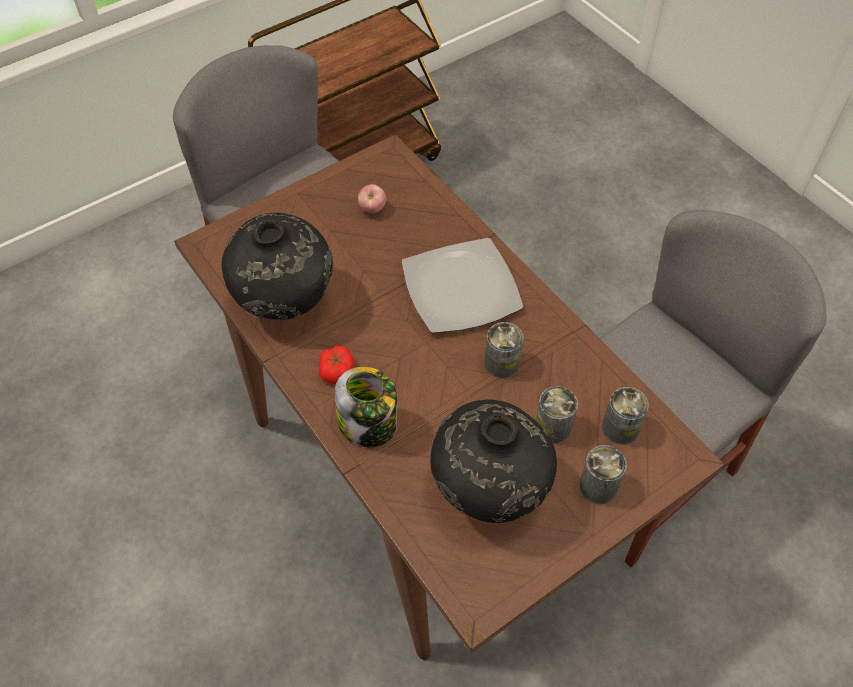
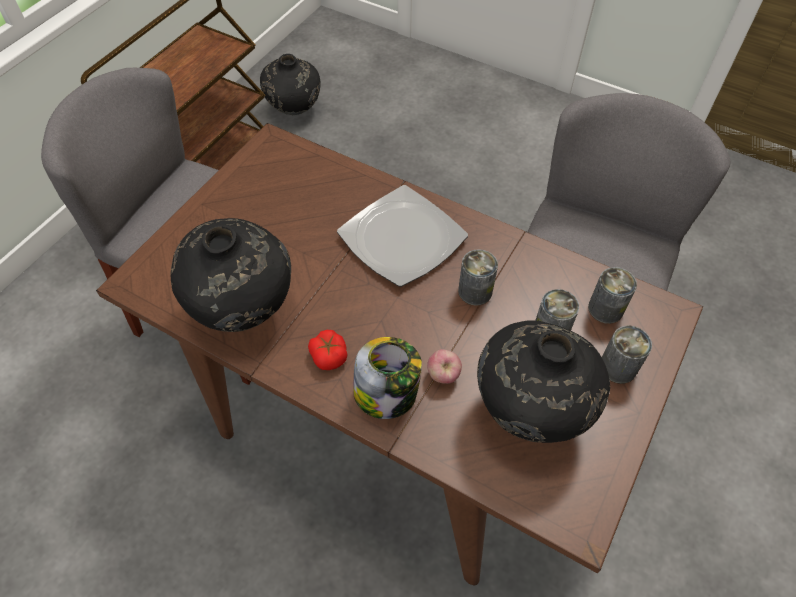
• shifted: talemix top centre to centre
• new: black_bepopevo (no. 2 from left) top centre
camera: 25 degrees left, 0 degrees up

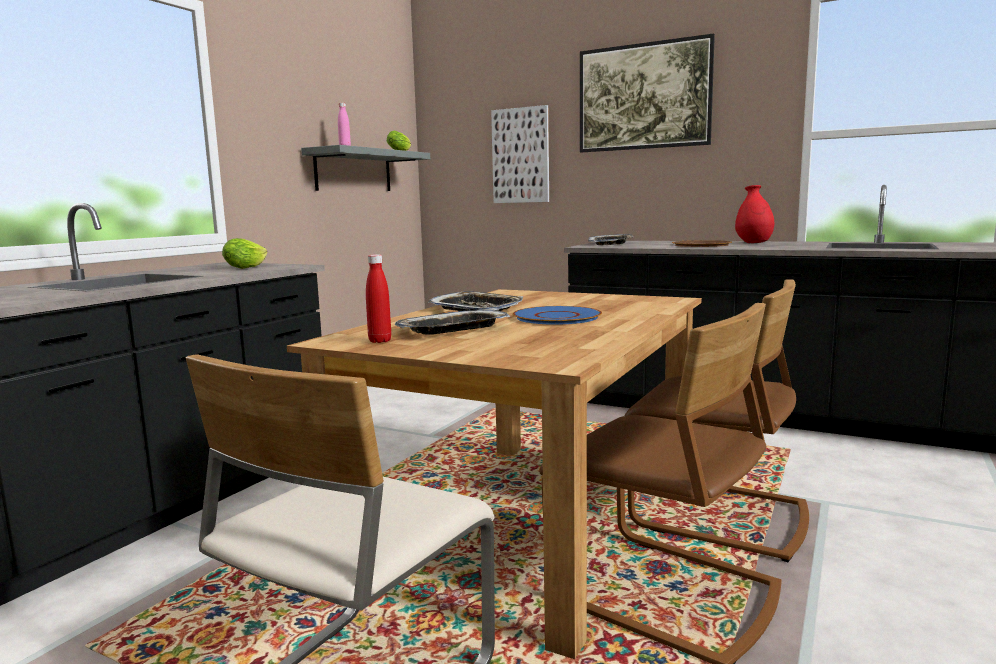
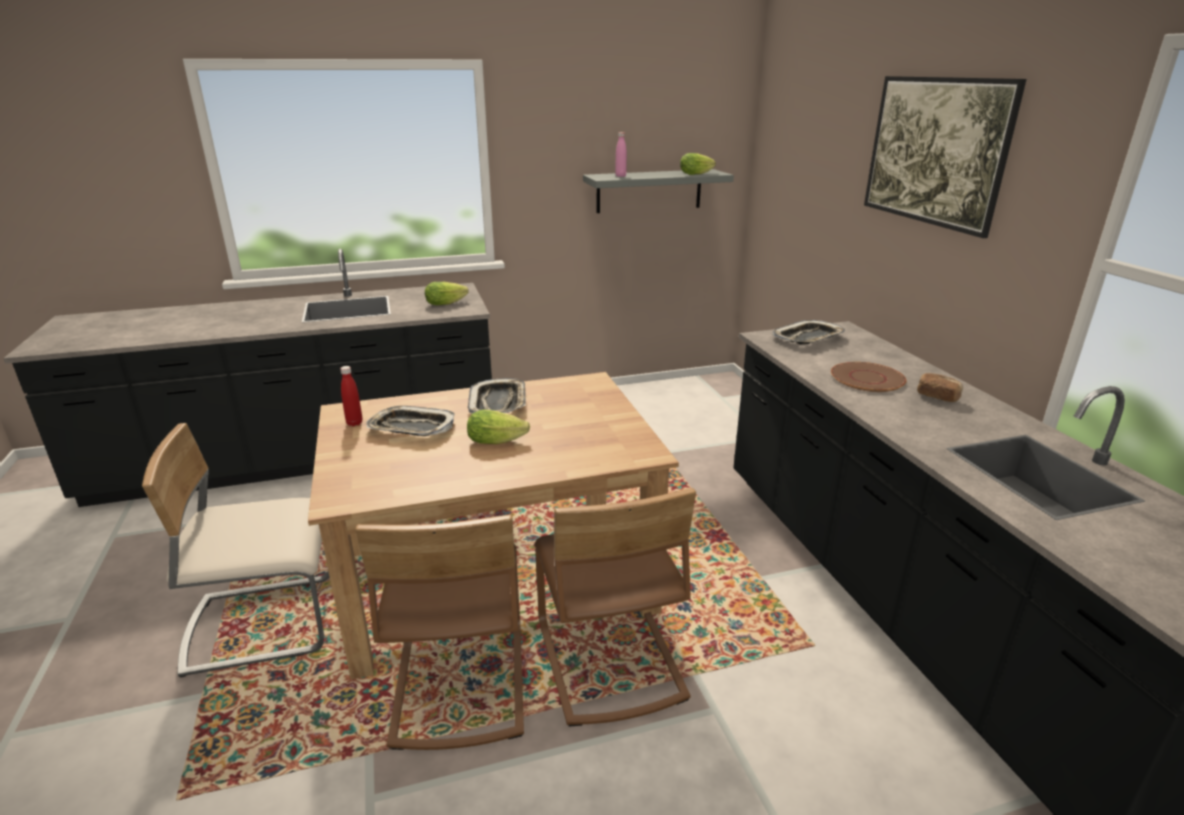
• gone: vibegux (no. 1 from left) top centre
• swapped: red_bepopevo top right to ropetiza middle right
• swapped: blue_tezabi centre to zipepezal (no. 2 from left) centre
camera: 45 degrees right, 15 degrees up

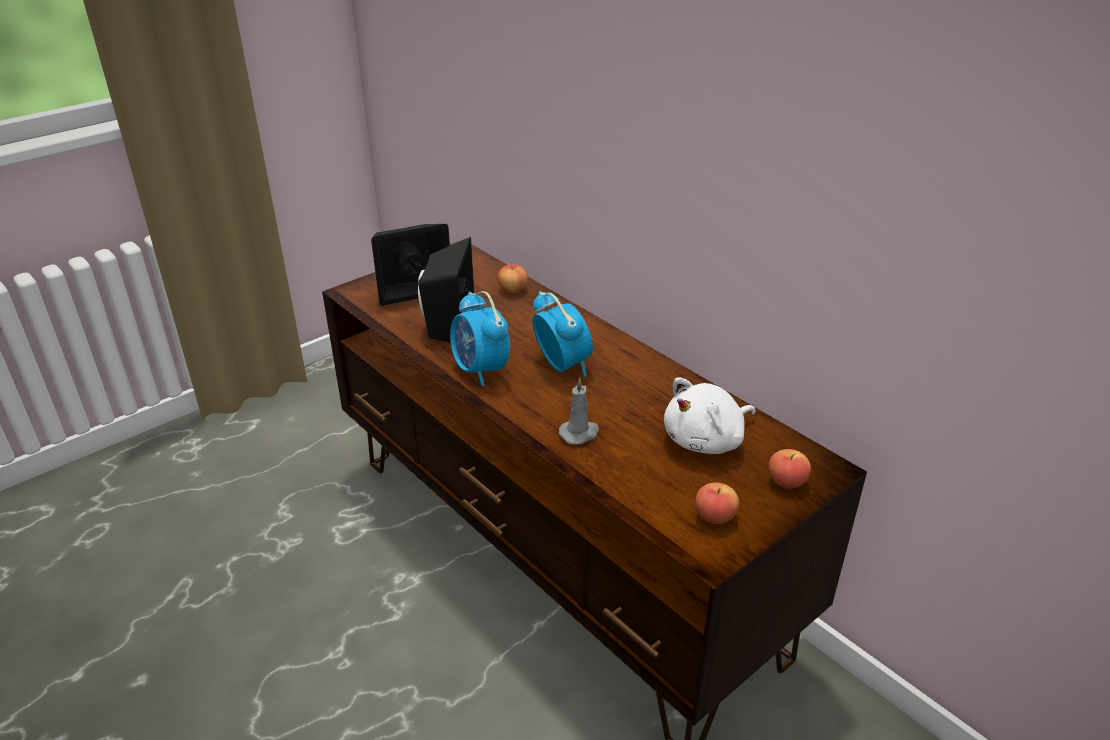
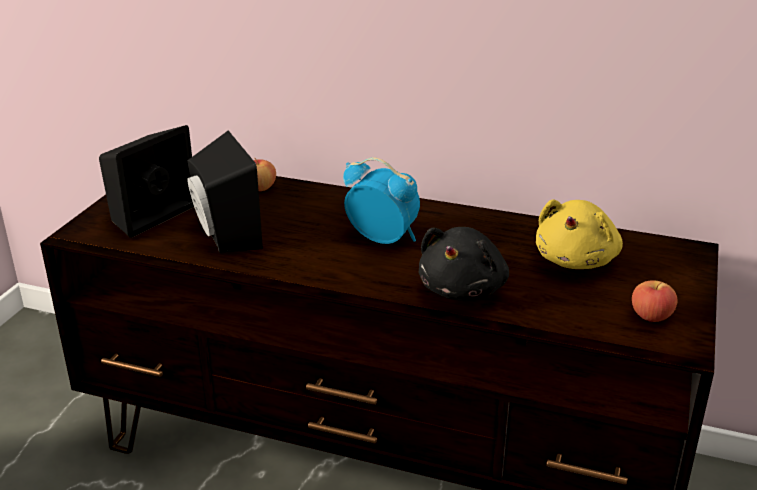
• gone: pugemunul (no. 1 from left) centre
• swapped: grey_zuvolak centre to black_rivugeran centre
• repainted: white_rivugeran centre to yellow_rivugeran middle right
• gone: talemix (no. 3 from left) middle right
camera: 30 degrees left, 5 degrees down

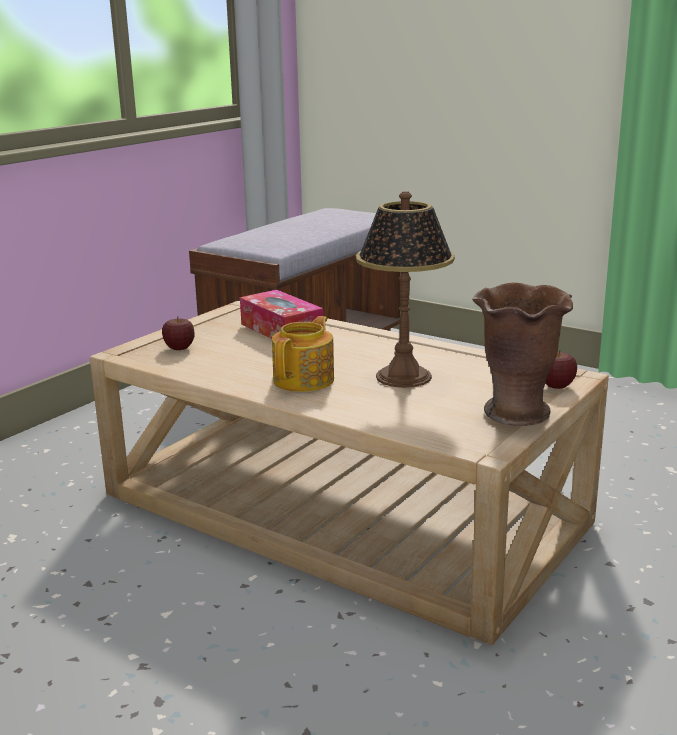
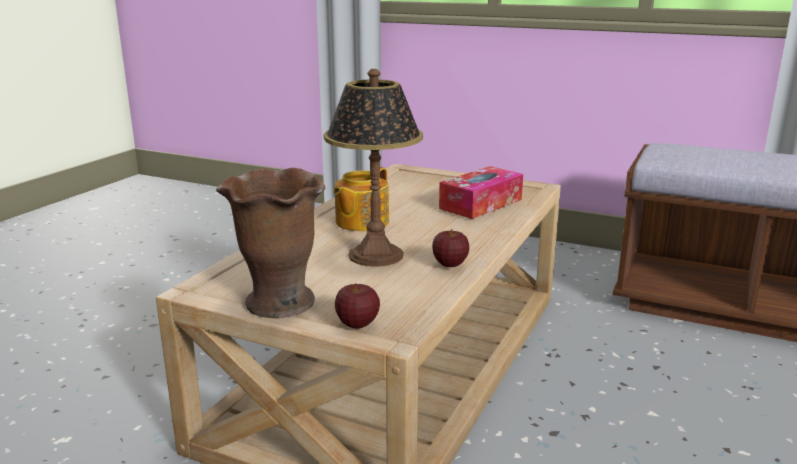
• shifted: talemix (no. 1 from left in the first image) middle left to talemix (no. 2 from left) centre
• rotated: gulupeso centre = centre 105 degrees clockwise
camera: 80 degrees right, 0 degrees up

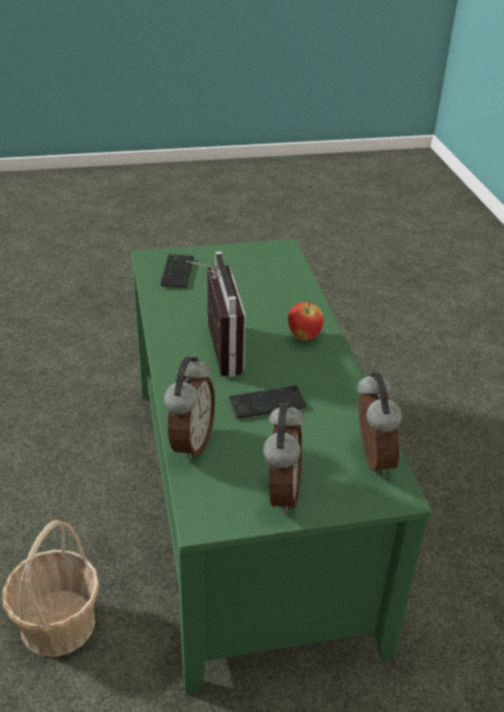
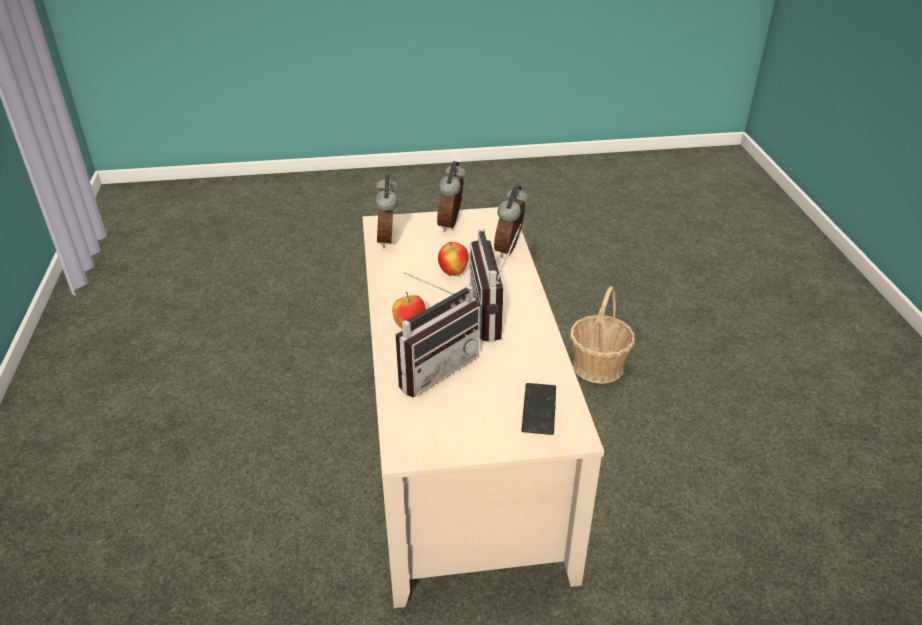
• repainted: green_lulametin centre to beige_lulametin centre
• swapped: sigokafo (no. 2 from left) centre to talemix (no. 2 from left) centre
• new: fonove (no. 1 from left) centre
camera: 175 degrees left, 0 degrees up

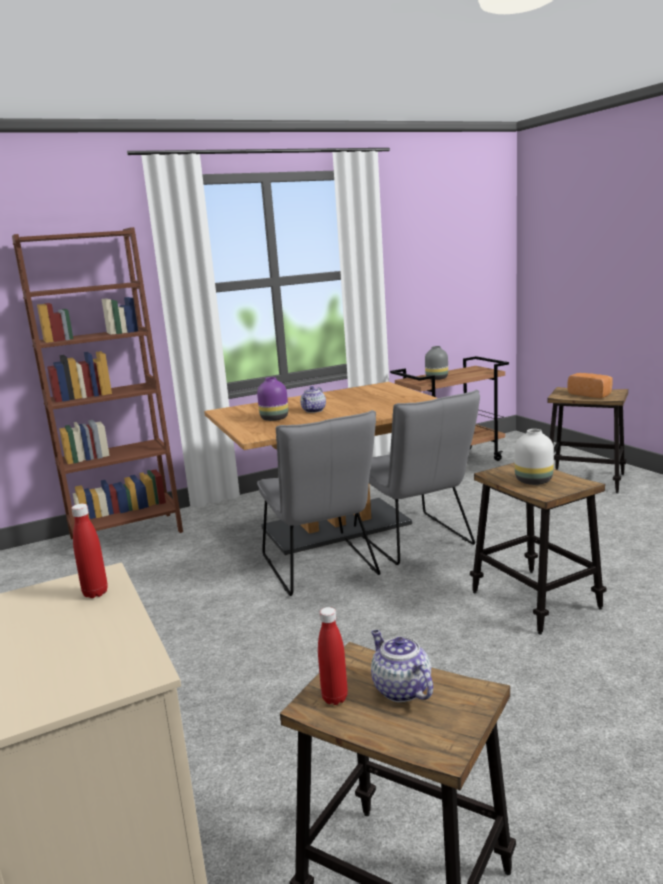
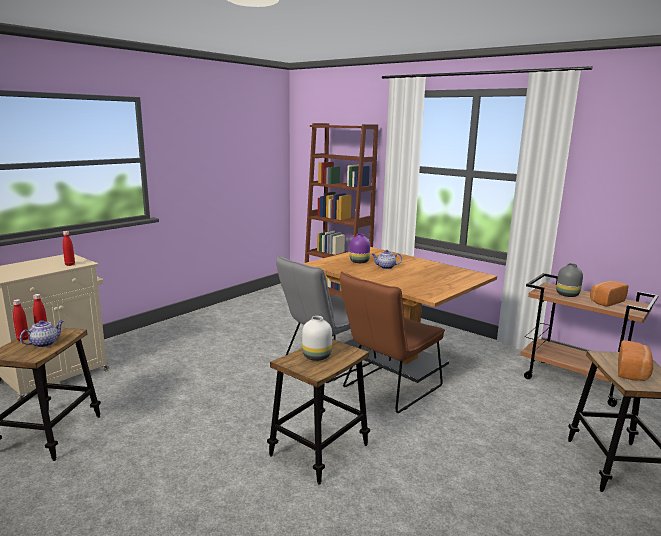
• repainted: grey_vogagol (no. 2 from left) centre to brown_vogagol centre
• new: ropetiza (no. 1 from left) middle right
• new: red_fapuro (no. 1 from left) middle left
camera: 65 degrees right, 0 degrees up

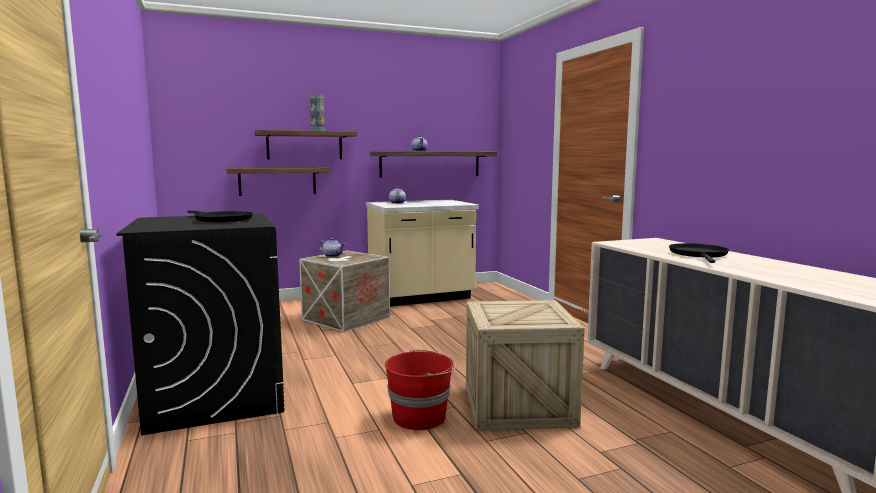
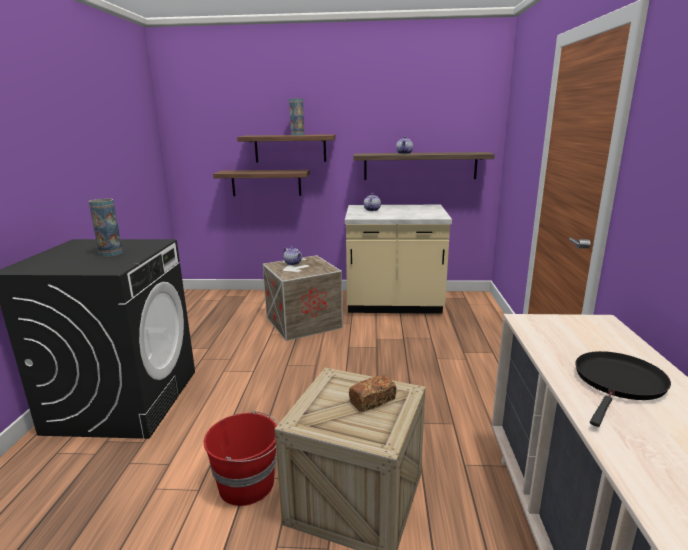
• swapped: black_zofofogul (no. 1 from left) middle left to bepopevo (no. 1 from left) middle left
• new: ropetiza bottom centre
camera: 25 degrees right, 10 degrees up

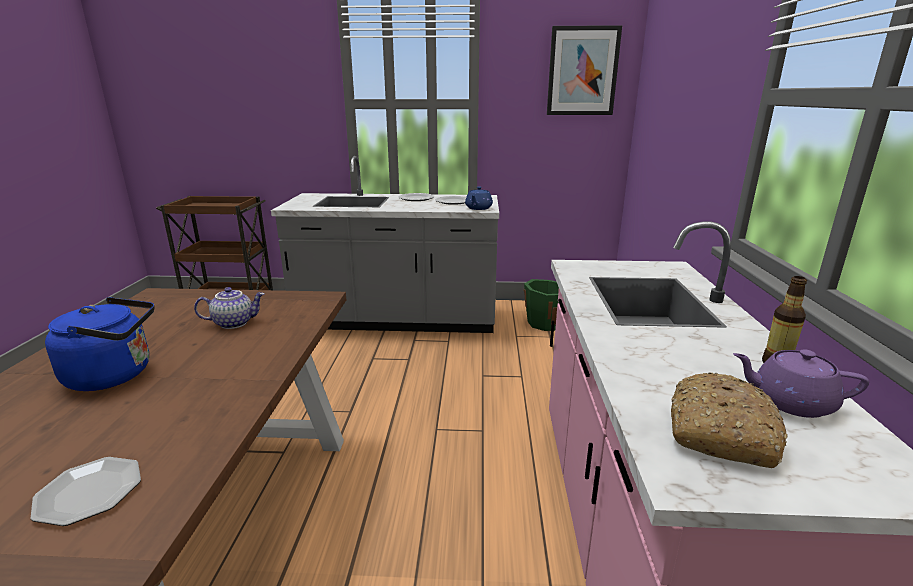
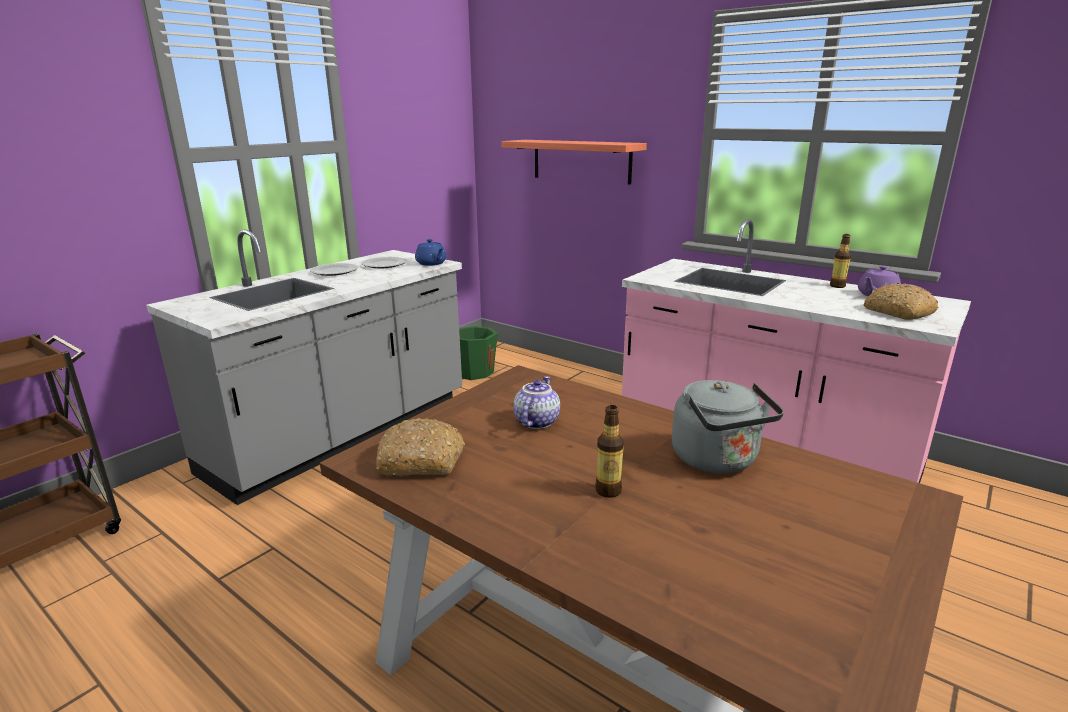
• gone: vibegux top centre
• swapped: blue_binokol middle left to fapuro (no. 1 from left) centre
• gone: tezabi (no. 1 from left) bottom left
• new: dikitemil top centre
• new: grey_binokol middle right
• new: ropetiza (no. 1 from left) centre
camera: 55 degrees left, 0 degrees up

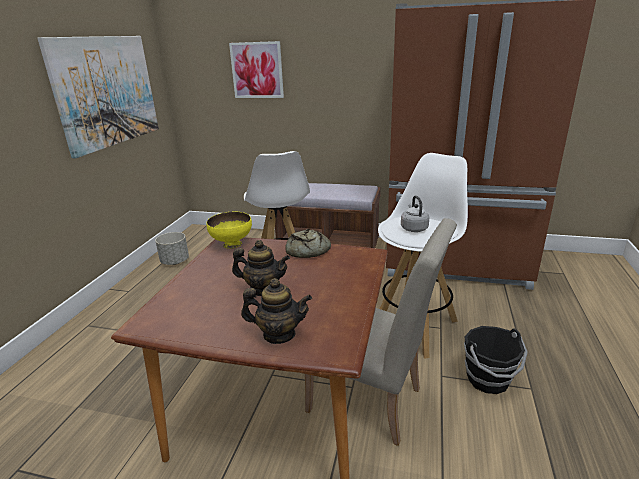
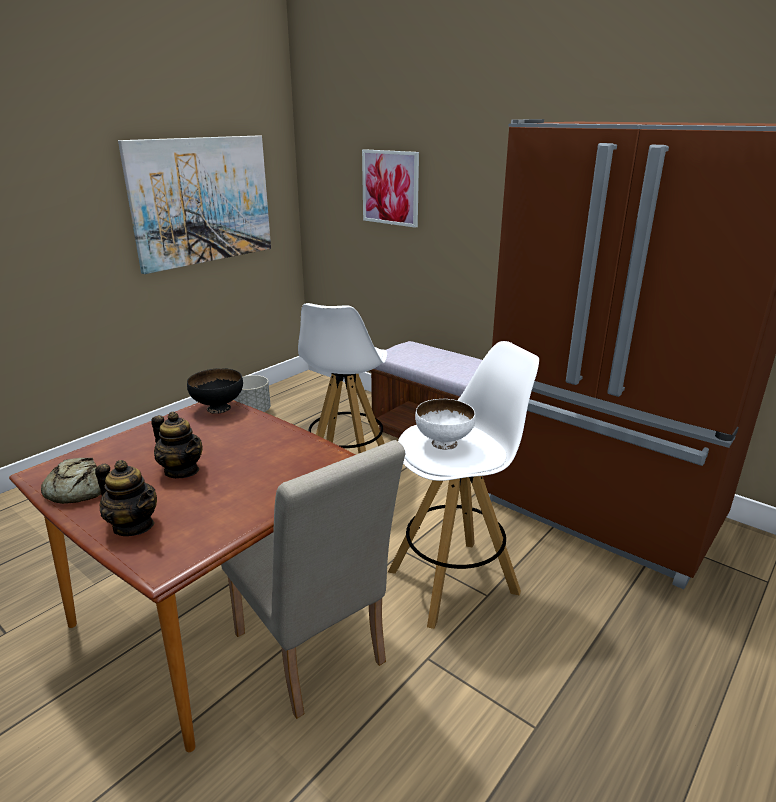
• swapped: grey_binokol centre to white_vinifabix centre
• repainted: yellow_vinifabix centre to black_vinifabix middle left
• shifted: ropetiza centre to middle left
• gone: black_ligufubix bottom right
camera: 25 degrees right, 0 degrees up

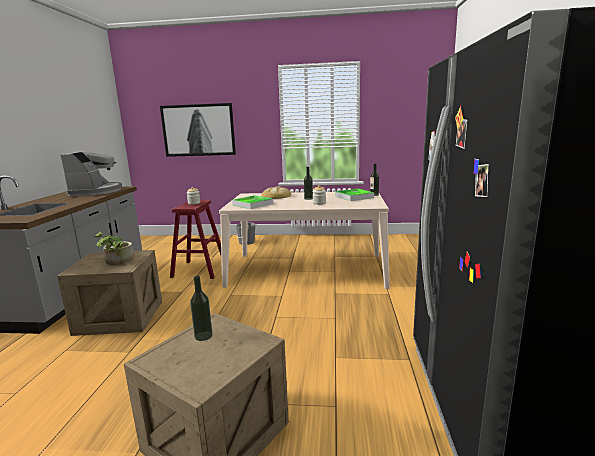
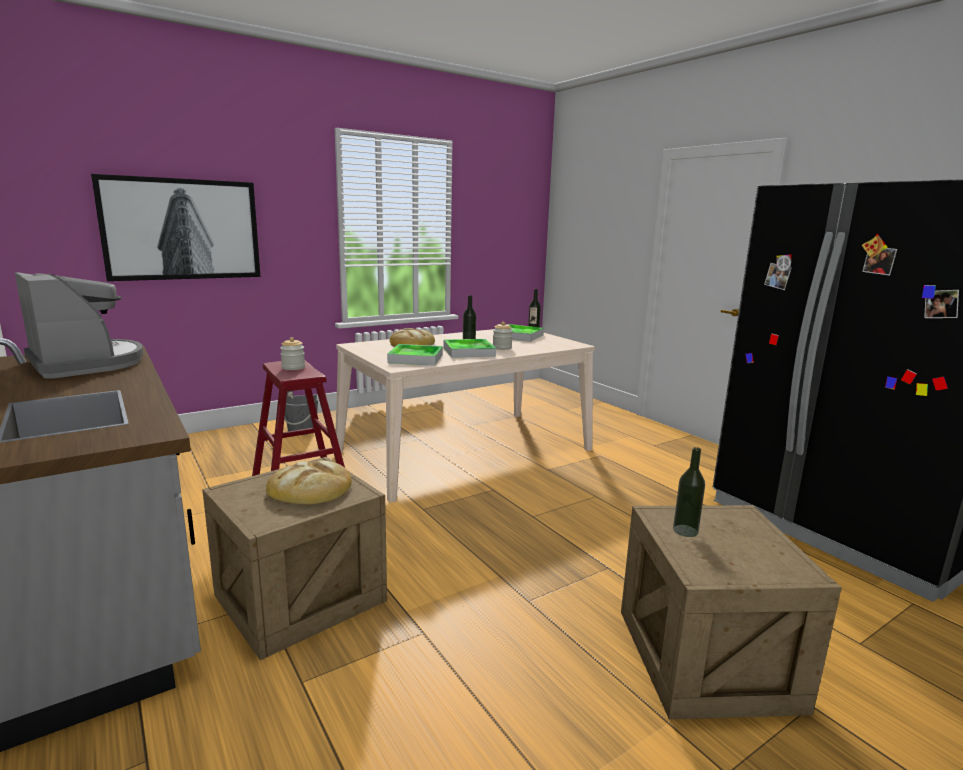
• swapped: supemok middle left to ropetiza (no. 1 from left) middle left
• new: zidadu (no. 2 from left) centre
camera: 40 degrees left, 0 degrees up

